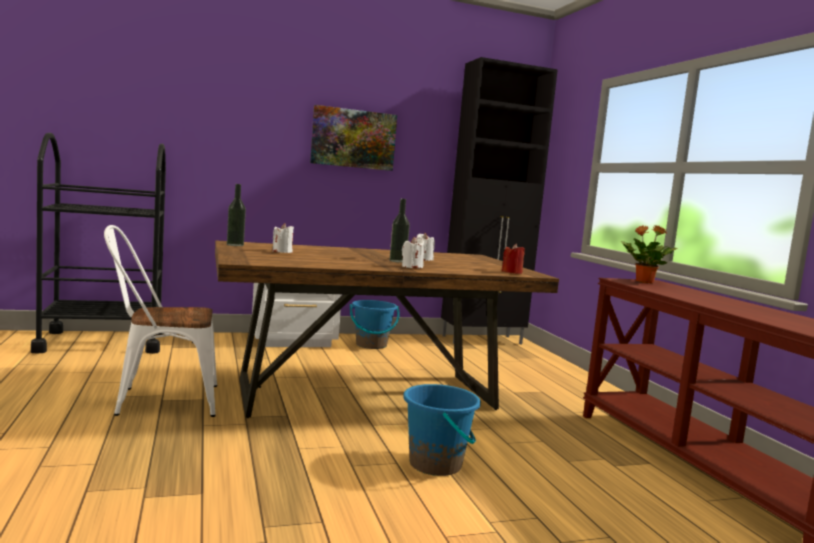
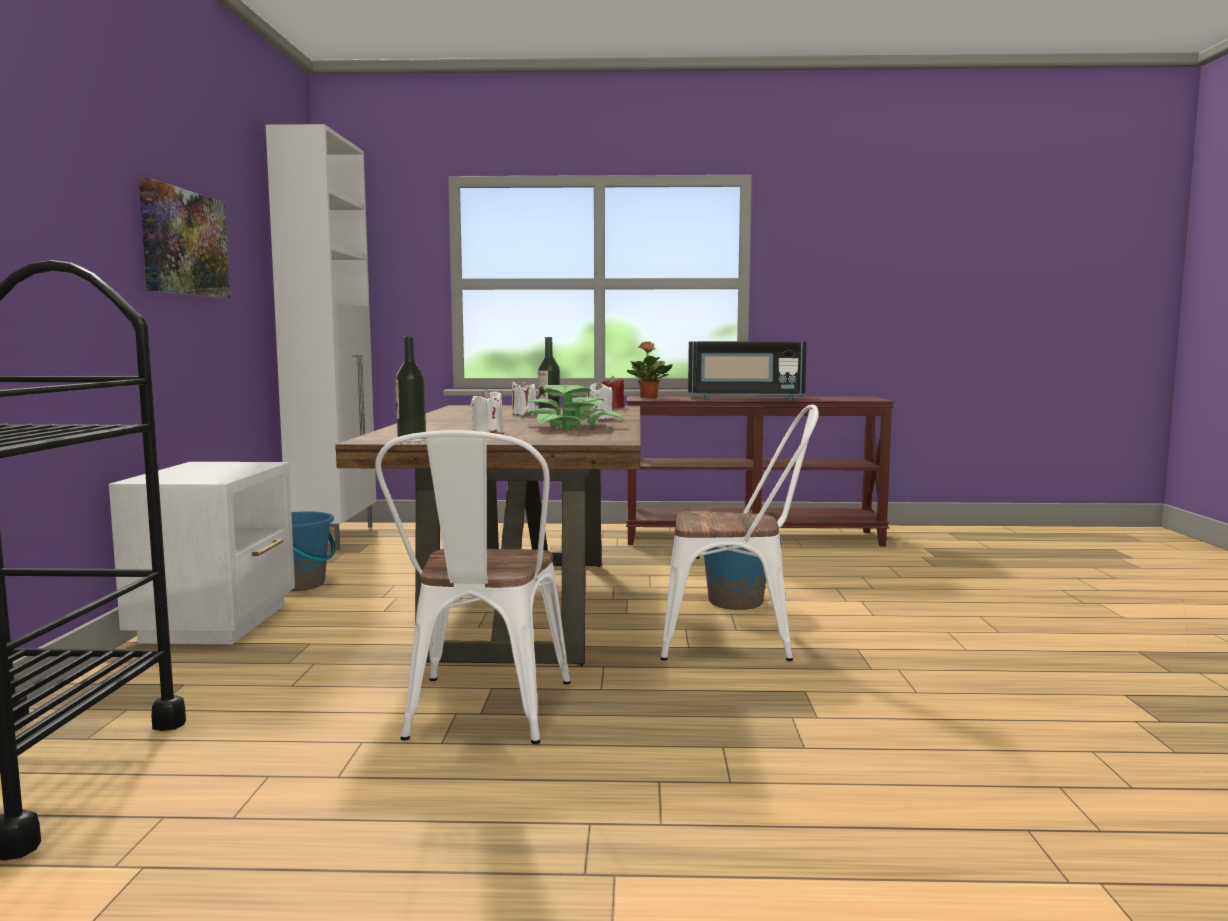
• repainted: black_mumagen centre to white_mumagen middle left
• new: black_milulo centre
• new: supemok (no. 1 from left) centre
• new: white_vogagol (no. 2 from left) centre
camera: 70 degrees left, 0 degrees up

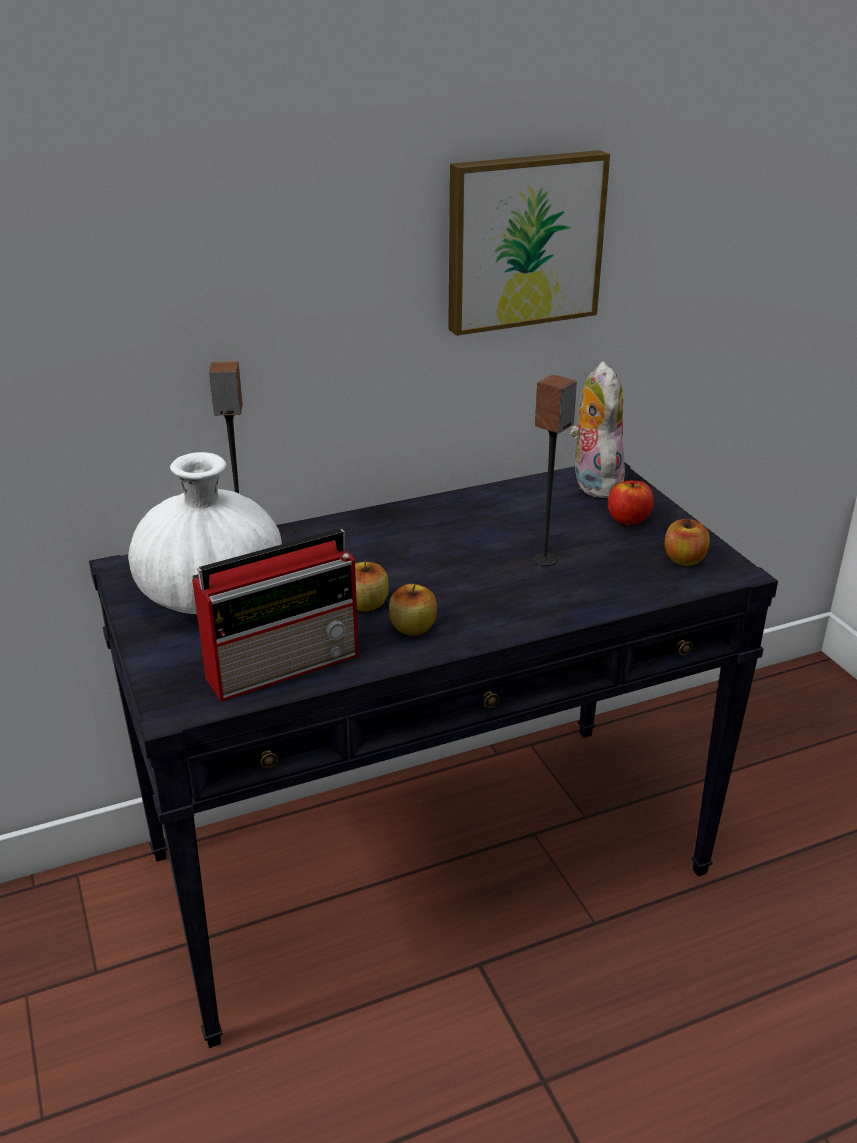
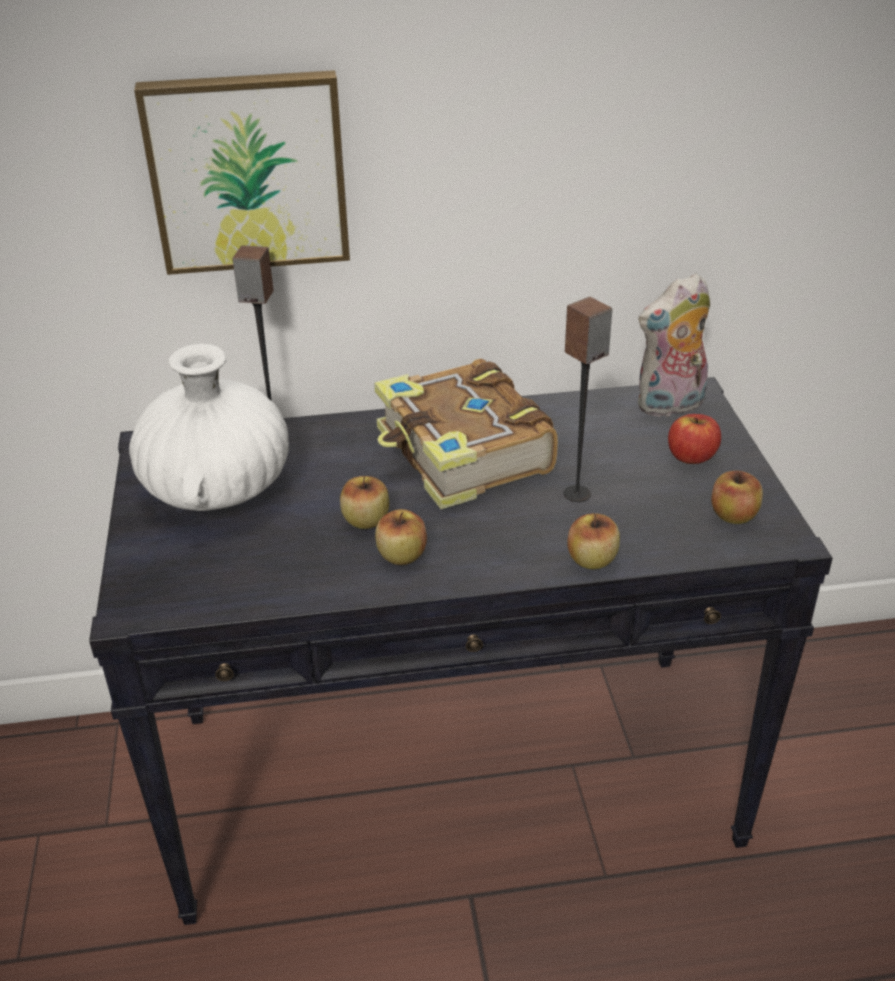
• shifted: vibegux top centre to top left
• rotated: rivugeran middle right = middle right 120 degrees counterclockwise
• gone: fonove middle left
• new: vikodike centre
• new: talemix (no. 3 from left) centre
camera: 15 degrees right, 5 degrees up

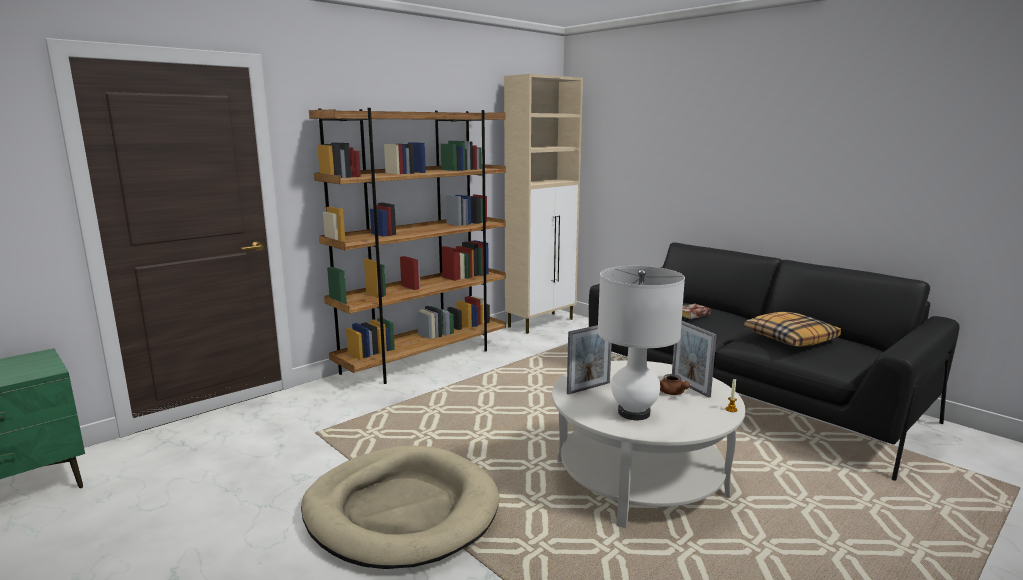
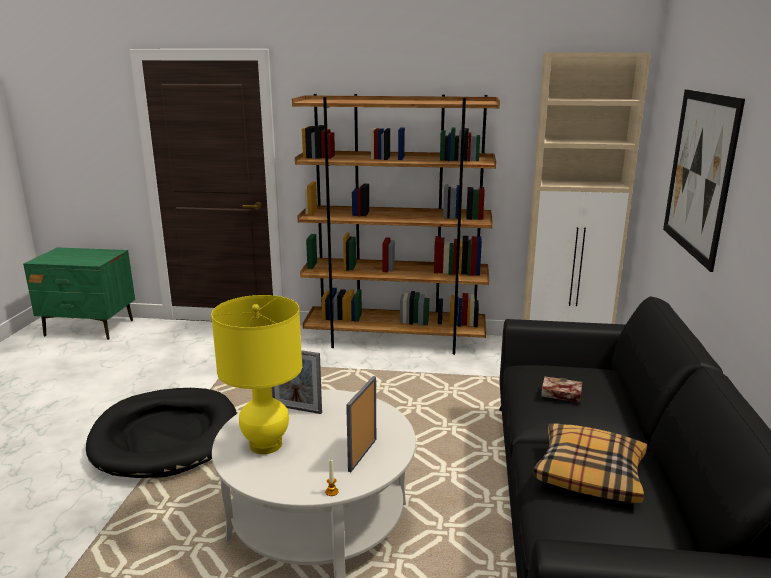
• repainted: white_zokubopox centre to yellow_zokubopox centre
• gone: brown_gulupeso centre
• repainted: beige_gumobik bottom centre to black_gumobik bottom left
• new: vibegux top right
camera: 50 degrees right, 5 degrees up

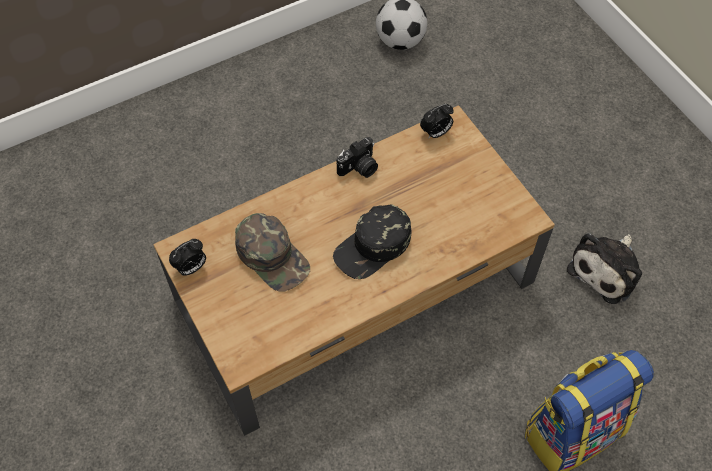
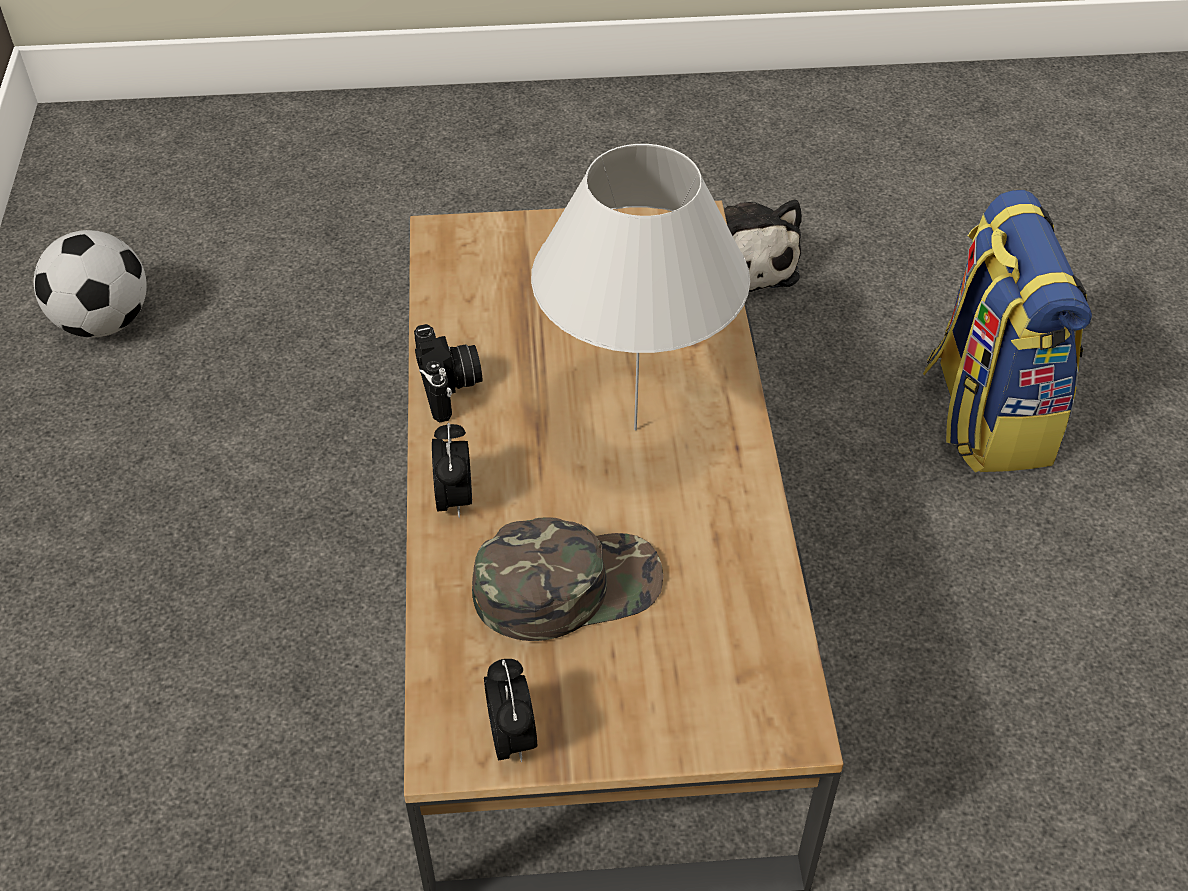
• shifted: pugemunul (no. 2 from left in the first image) top centre to pugemunul (no. 1 from left) centre
• swapped: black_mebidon centre to white_zokubopox top centre
camera: 65 degrees left, 10 degrees down

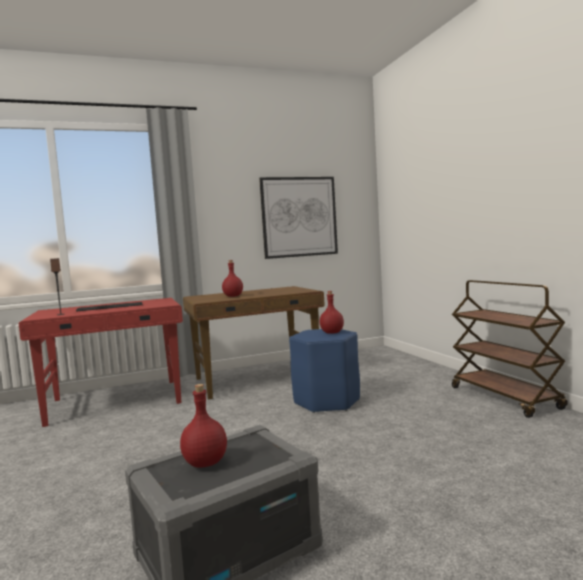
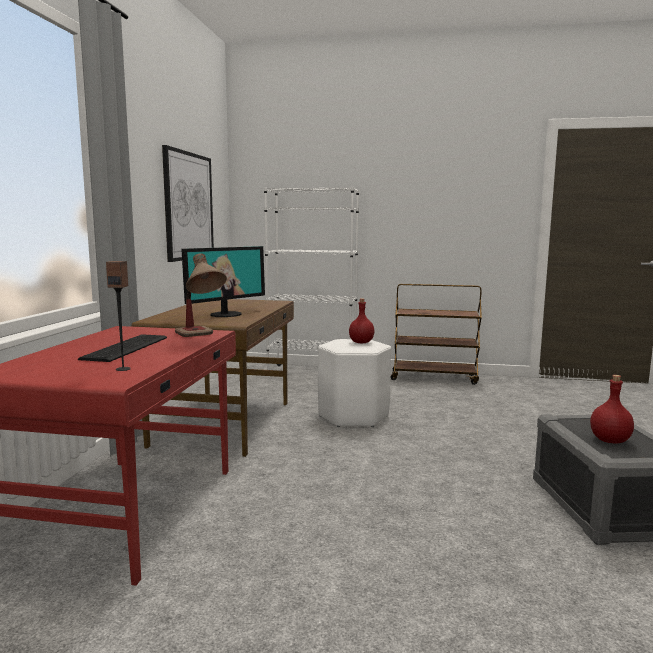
• swapped: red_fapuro (no. 2 from left) centre to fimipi centre
• repainted: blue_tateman centre to white_tateman centre
• new: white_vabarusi centre
• new: zokubopox middle left
camera: 60 degrees left, 5 degrees up

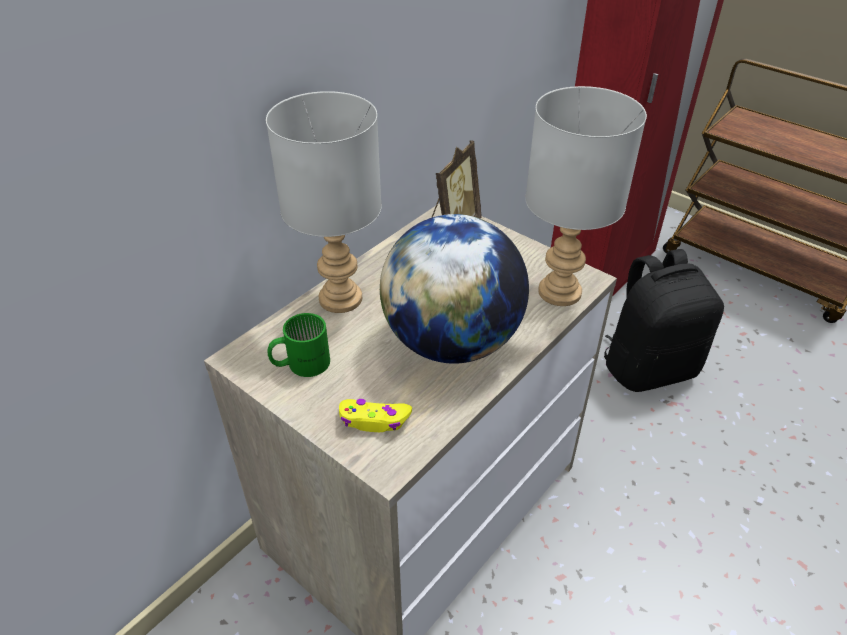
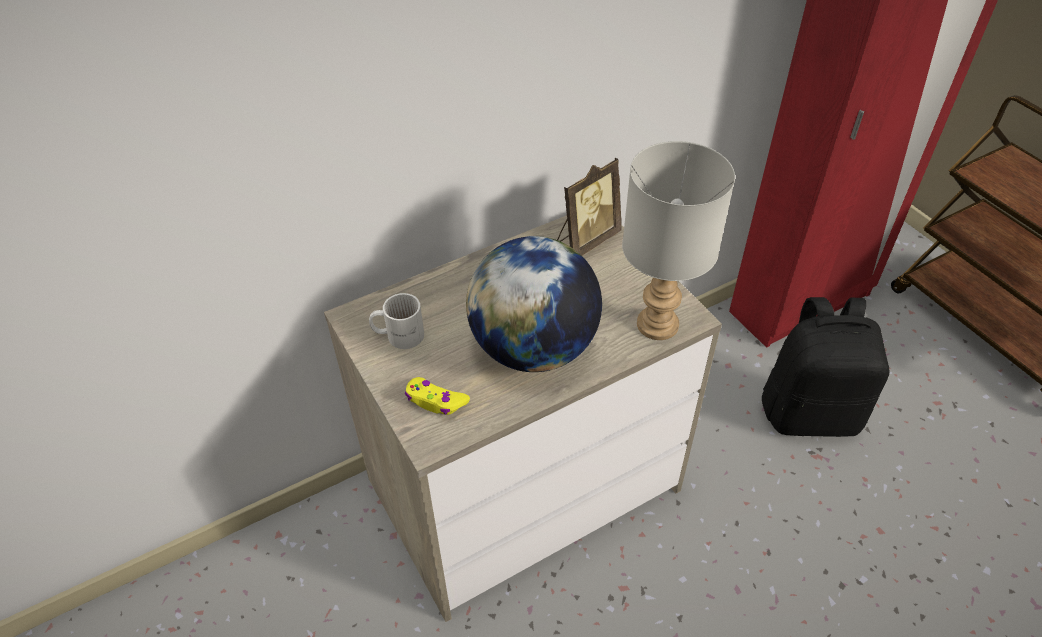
• gone: grey_zokubopox (no. 1 from left) top centre
• repainted: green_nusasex centre to white_nusasex centre
camera: 20 degrees right, 5 degrees up

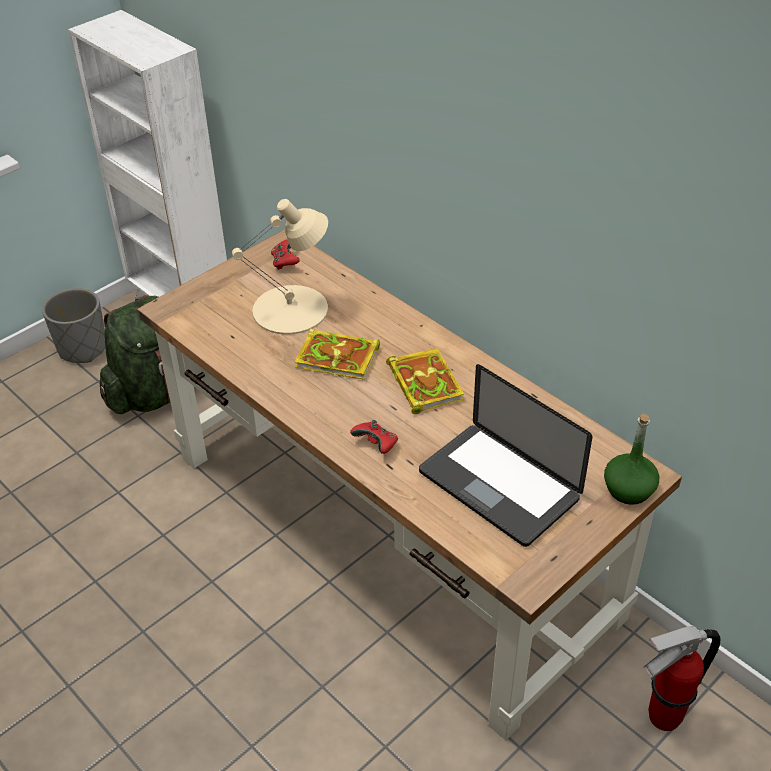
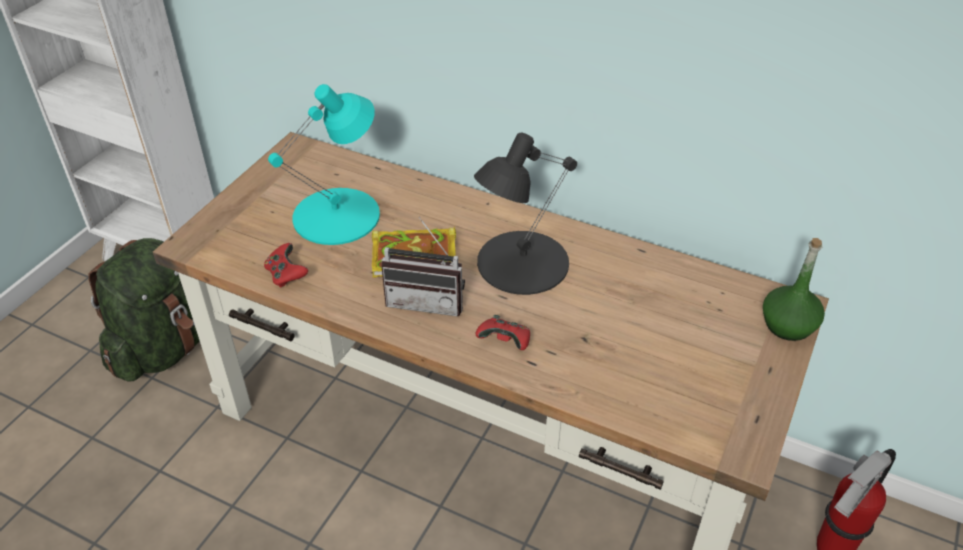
• repainted: beige_zokubopox centre to turquoise_zokubopox top centre
• shifted: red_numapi (no. 1 from left) top centre to middle left
• gone: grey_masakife middle left
• swapped: vikodike (no. 2 from left) centre to black_zokubopox centre
• gone: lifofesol centre
• new: fonove centre
camera: 20 degrees left, 0 degrees up

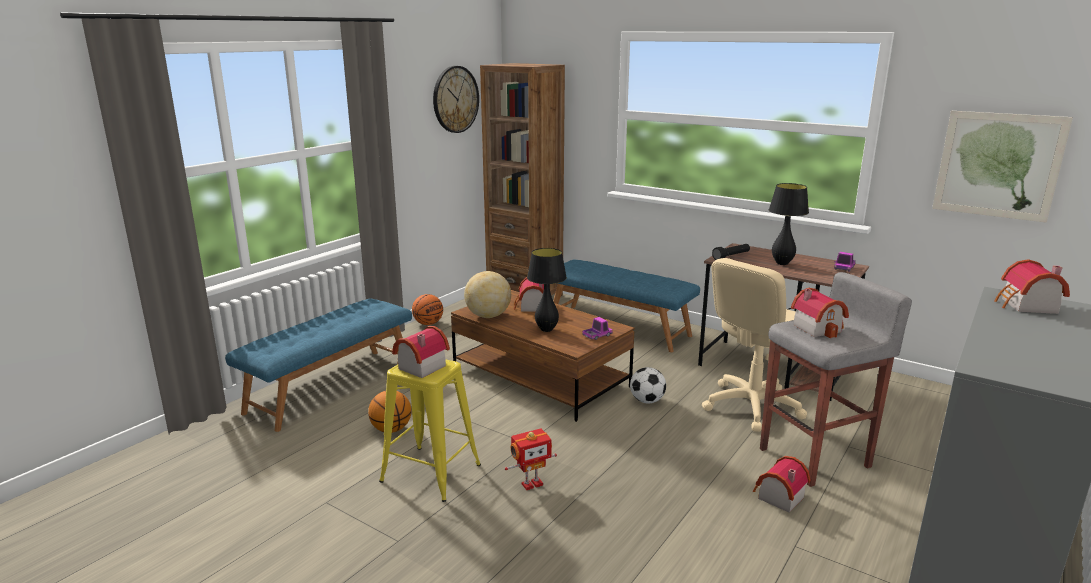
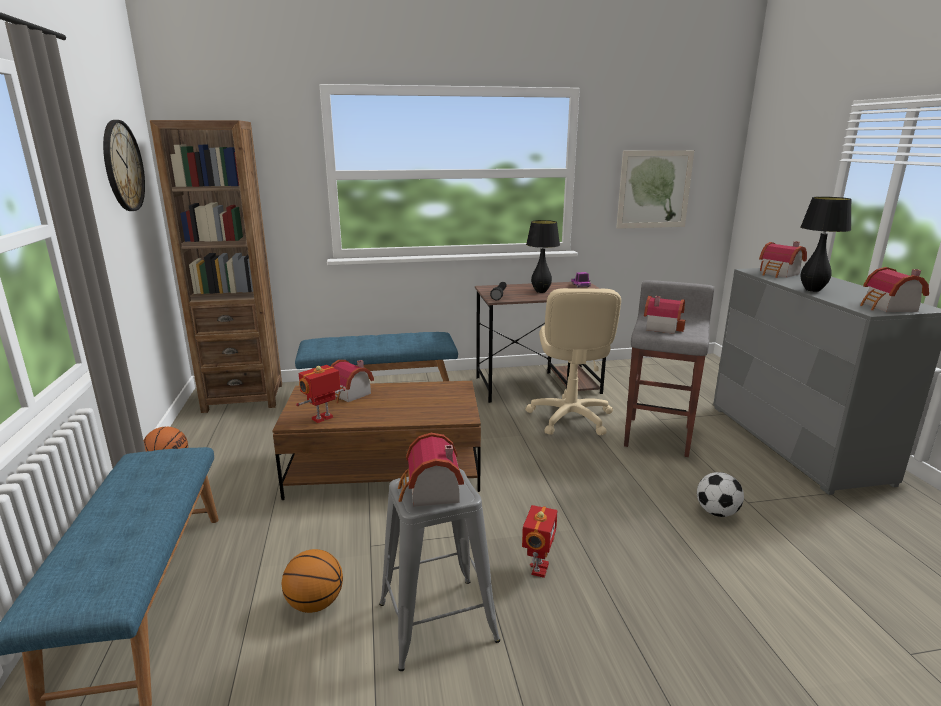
• shifted: black_zokubopox (no. 1 from left in the first image) centre to black_zokubopox (no. 2 from left) middle right
• swapped: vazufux centre to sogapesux (no. 1 from left) centre
• gone: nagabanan (no. 1 from left) centre
• repainted: yellow_tateman bottom centre to grey_tateman (no. 1 from left) bottom centre
• shifted: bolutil centre to bottom right
• shifted: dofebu (no. 3 from left in the first image) bottom right to dofebu (no. 5 from left) middle right
camera: 45 degrees left, 0 degrees up

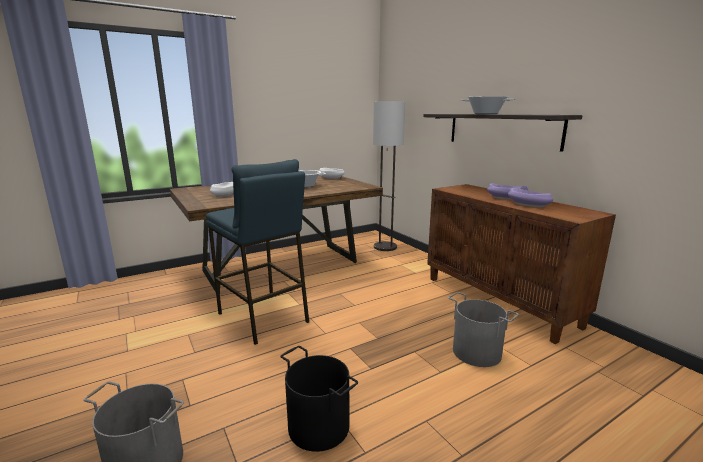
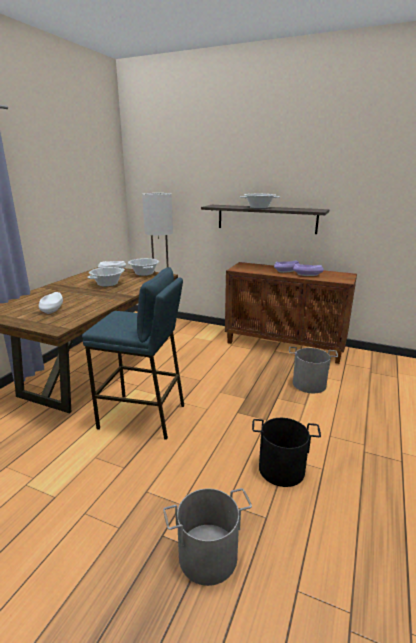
• new: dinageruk (no. 2 from left) centre
camera: 35 degrees left, 5 degrees up

